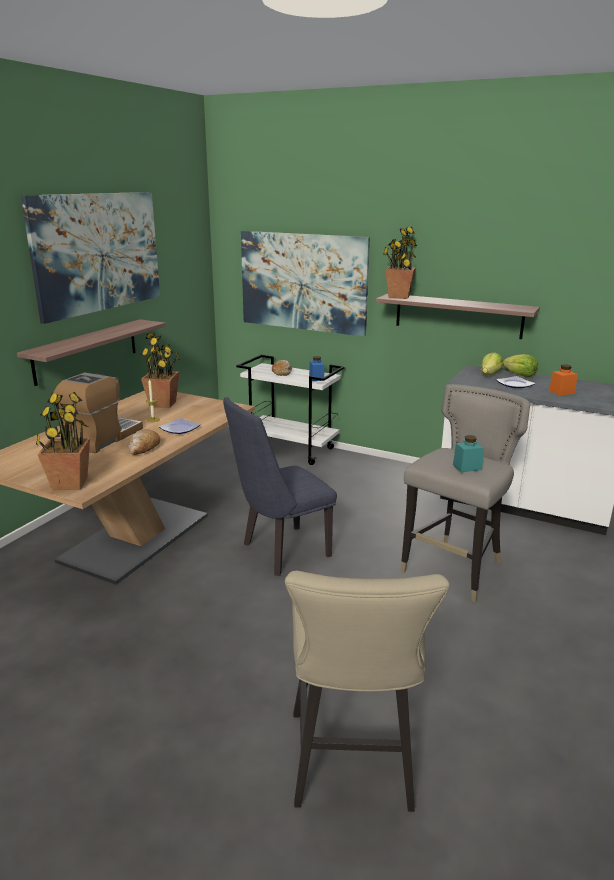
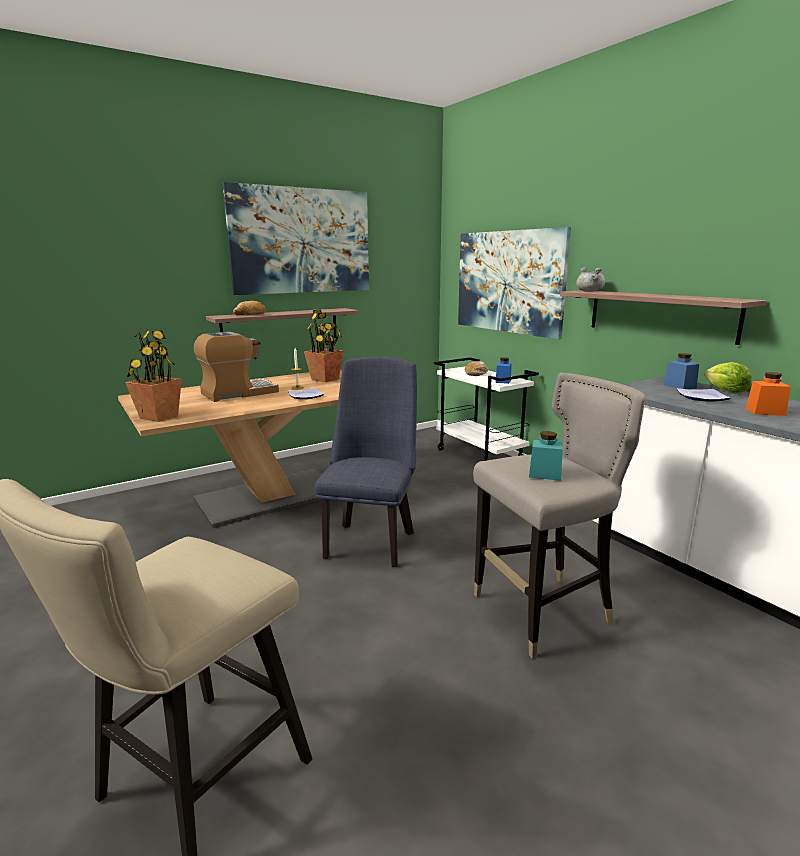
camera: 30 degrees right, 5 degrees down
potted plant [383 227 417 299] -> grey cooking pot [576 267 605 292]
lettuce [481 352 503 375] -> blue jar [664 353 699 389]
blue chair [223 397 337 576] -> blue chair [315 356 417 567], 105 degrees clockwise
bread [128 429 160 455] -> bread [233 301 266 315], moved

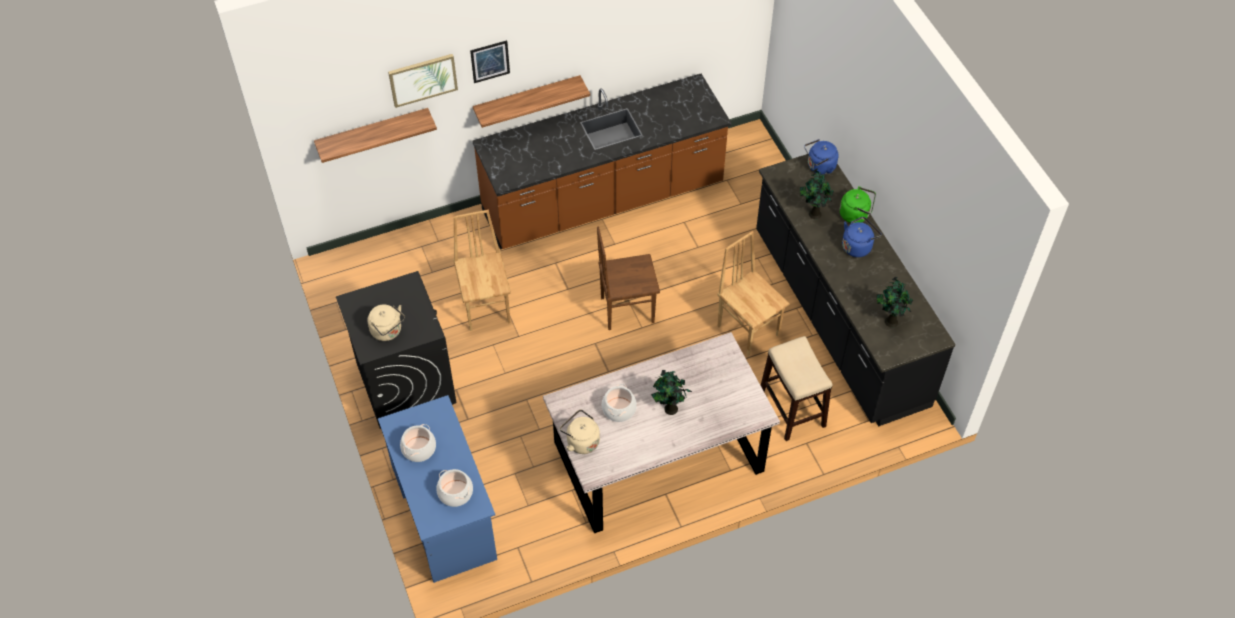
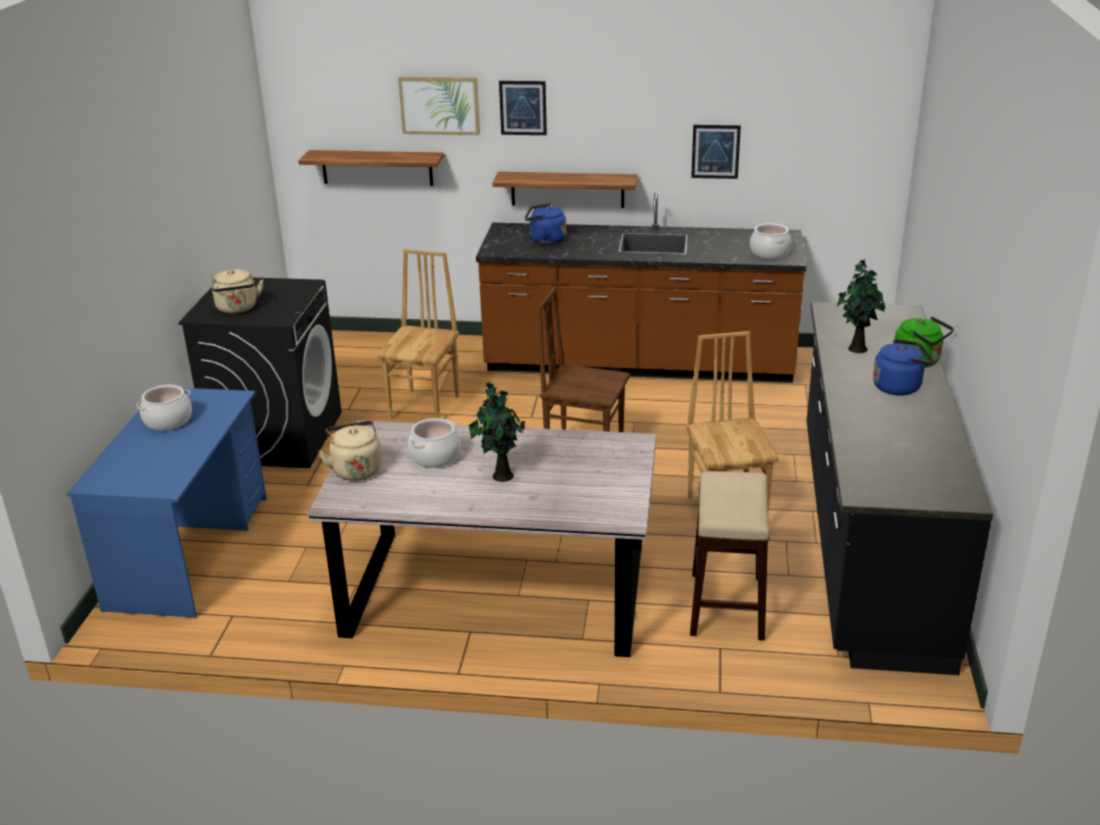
camera: 30 degrees right, 25 degrees down
blue kettle [804 139 838 175] -> blue kettle [525 203 566 245], moved
potted plant [877 276 913 328] -> none
cooking pot [437 469 473 507] -> cooking pot [750 223 791 259], moved
none -> picture [691 125 741 179]

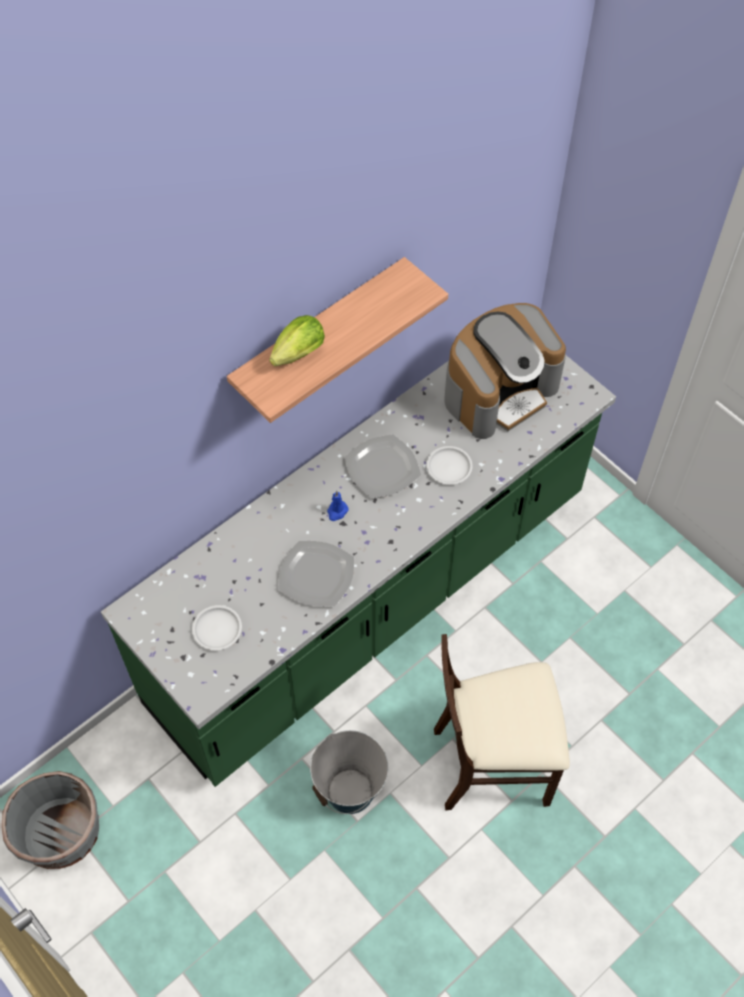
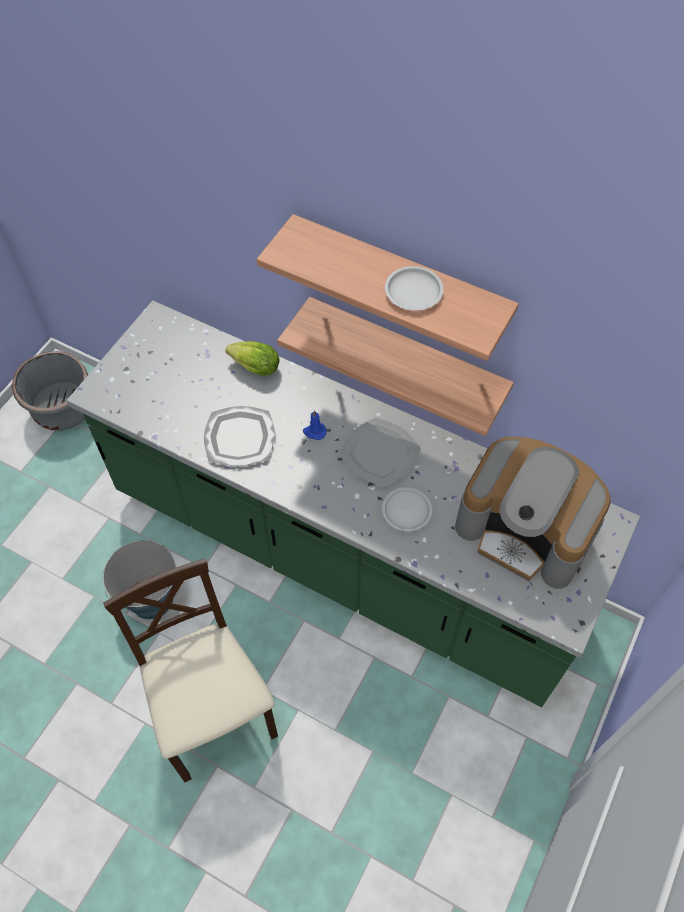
camera: 70 degrees right, 0 degrees up
lettuce [269 315 325 366] -> lettuce [225 341 280 376], moved
white plate [192 605 242 650] -> white plate [385 266 444 310], moved
none -> shelf [277 297 514 436]

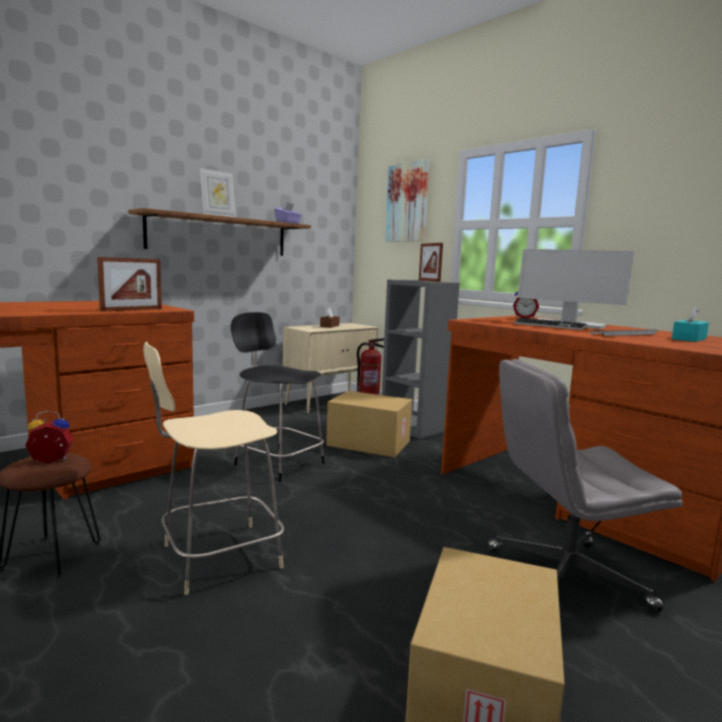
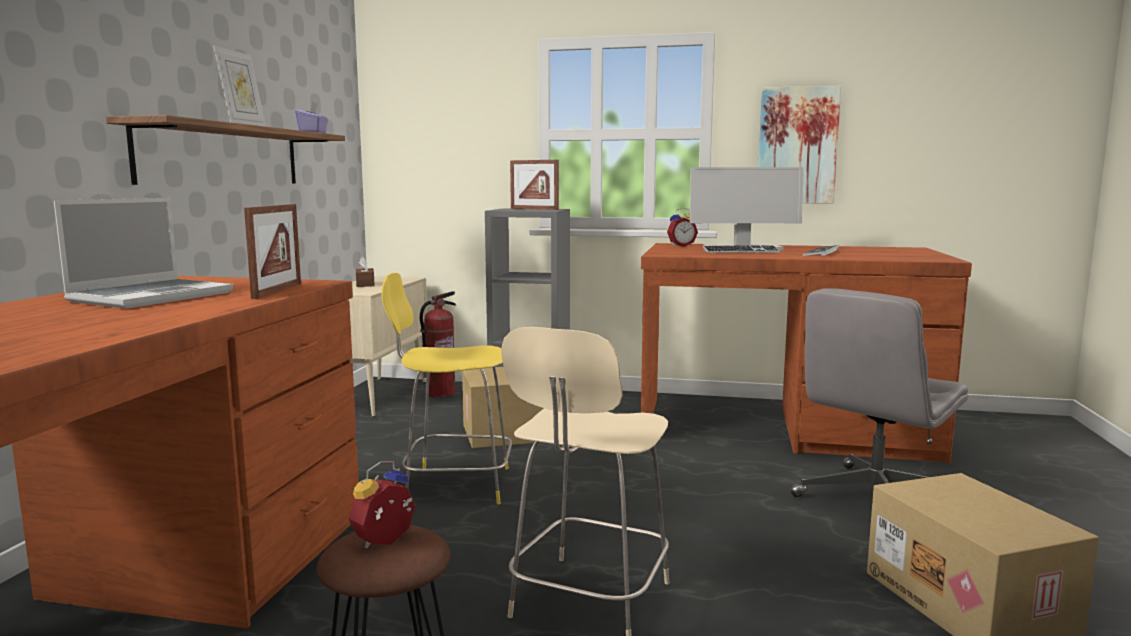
camera: 35 degrees left, 0 degrees up
picture [385 159 430 242] -> picture [758 86 841 203], moved
turquoise tissue box [672 305 709 342] -> none
black chair [231 312 324 482] -> yellow chair [381 273 512 504]
none -> laptop [54 198 233 309]

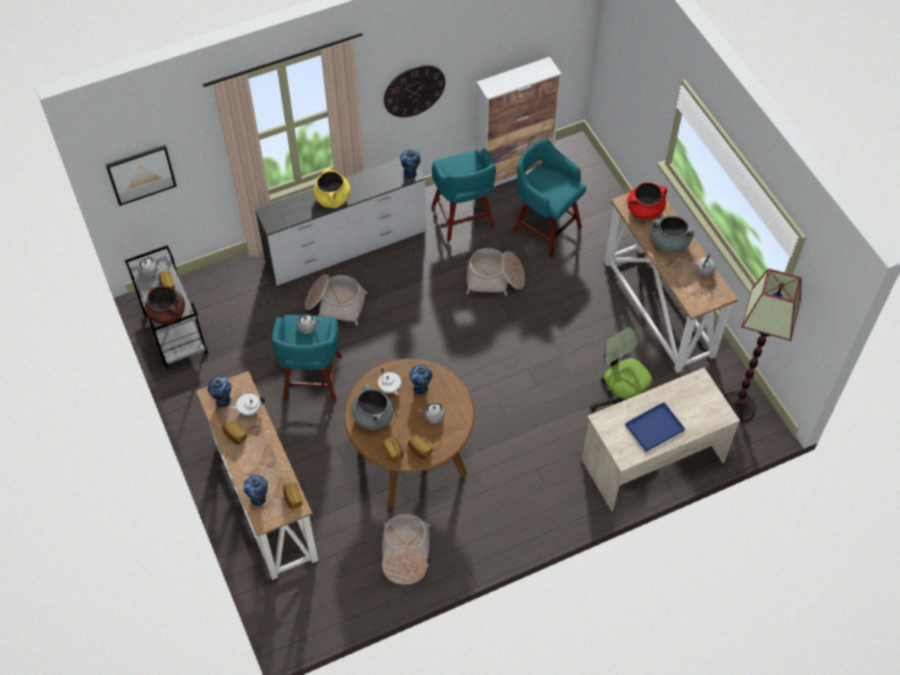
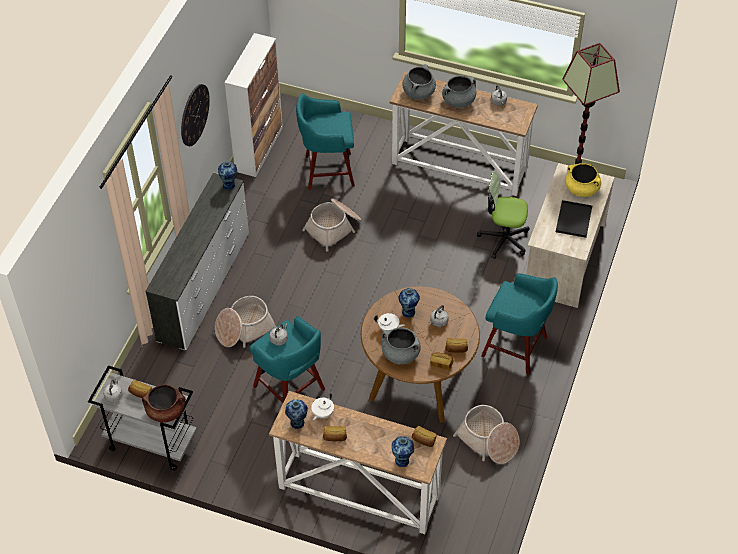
camera: 45 degrees left, 5 degrees down
picture [106 145 177 206] -> none
turquoise stool [432 148 496 241] -> turquoise stool [482 273 558 374], moved
yellow cooking pot [313 168 351 208] -> yellow cooking pot [565 163 601 197], moved
red cooking pot [627 182 667 220] -> grey cooking pot [402 64 436 100]
blue tray [625 402 685 452] -> black tray [556 200 593 238]

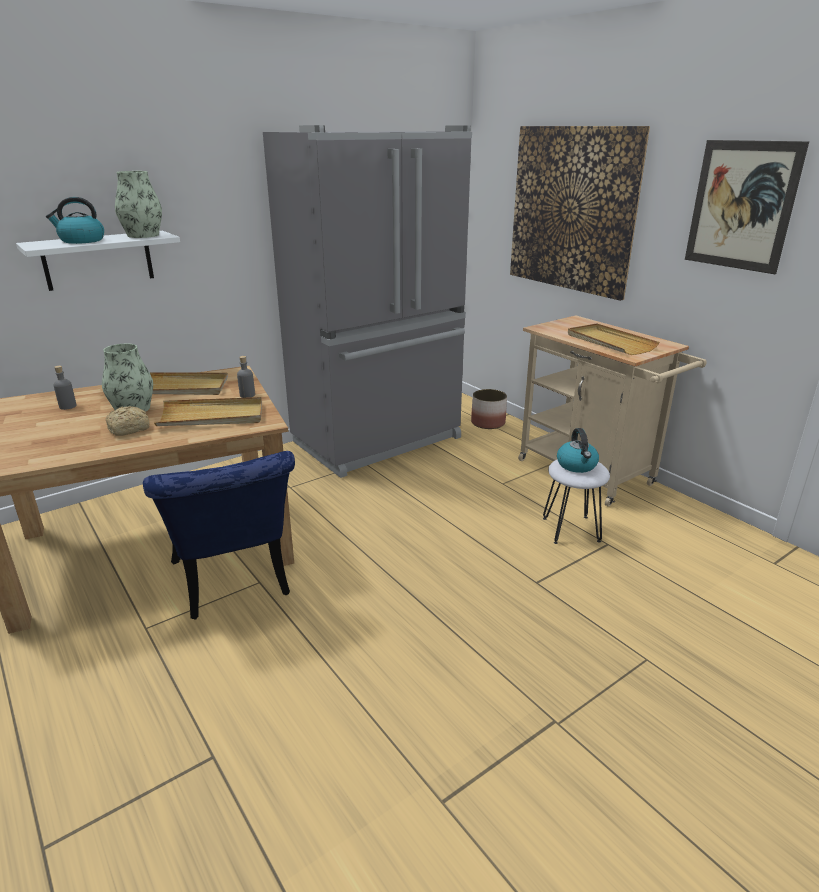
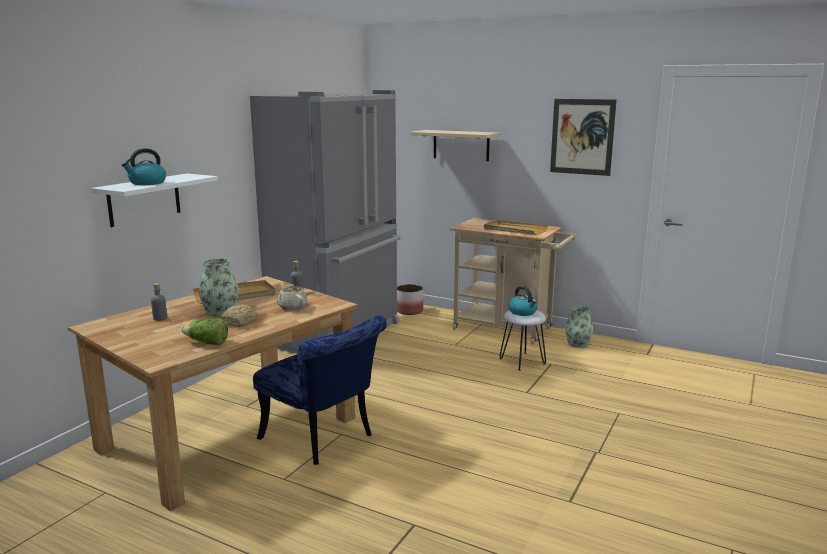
camera: 25 degrees left, 10 degrees down
picture [510 126 650 301] -> beige shelf [410 130 500 161]
vase [115 171 162 238] -> vase [565 306 593 348], moved
beige tray [154 397 262 426] -> beige teapot [277 284 308 310]
none -> lettuce [182 318 228 345]

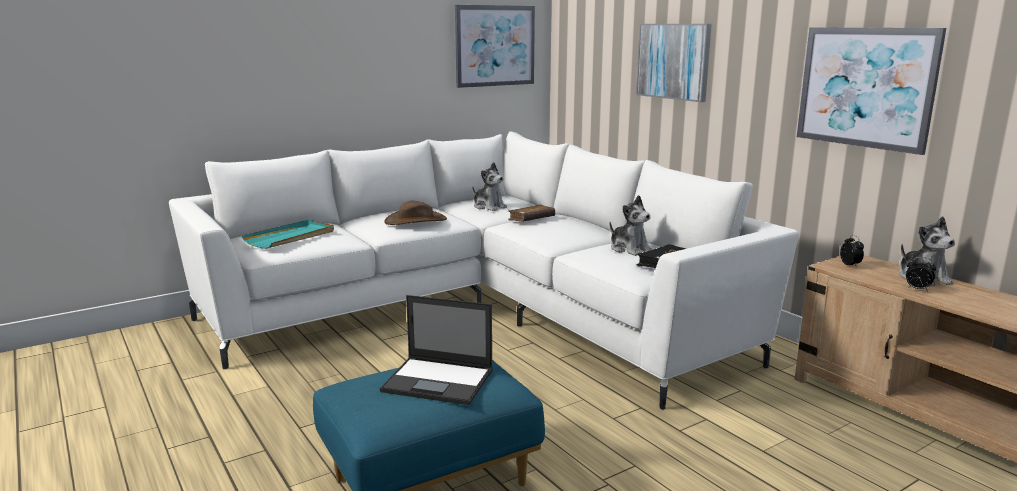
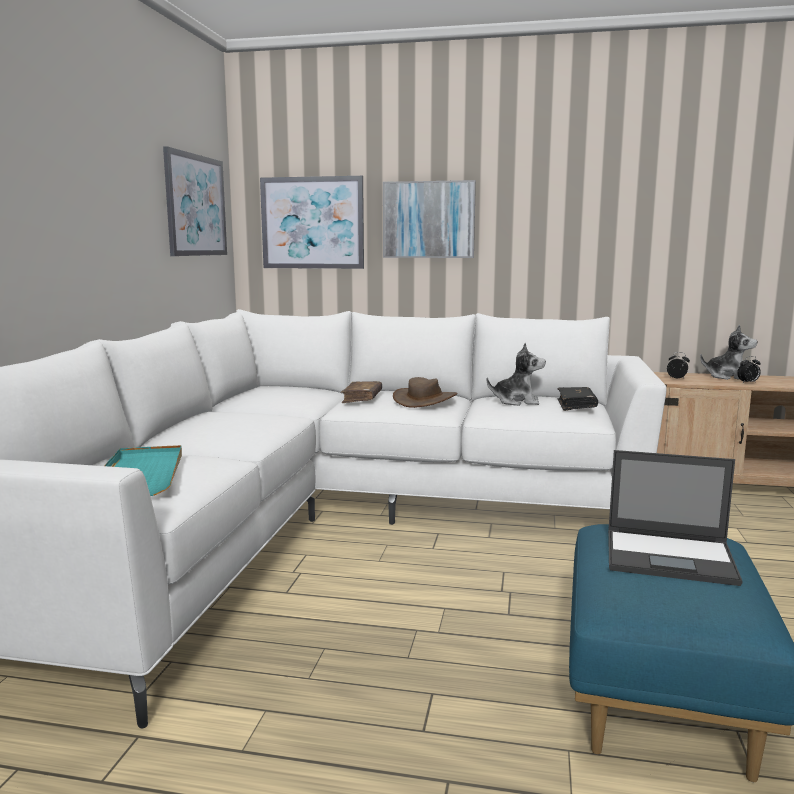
camera: 45 degrees left, 5 degrees down
picture [797 27 946 155] -> picture [260 176 364 269], moved
plush toy [472 162 507 211] -> none
brown hat [384 201 447 225] -> brown hat [393 377 457 408], moved
laptop [380 295 493 405] -> laptop [608 450 743 586], 45 degrees clockwise

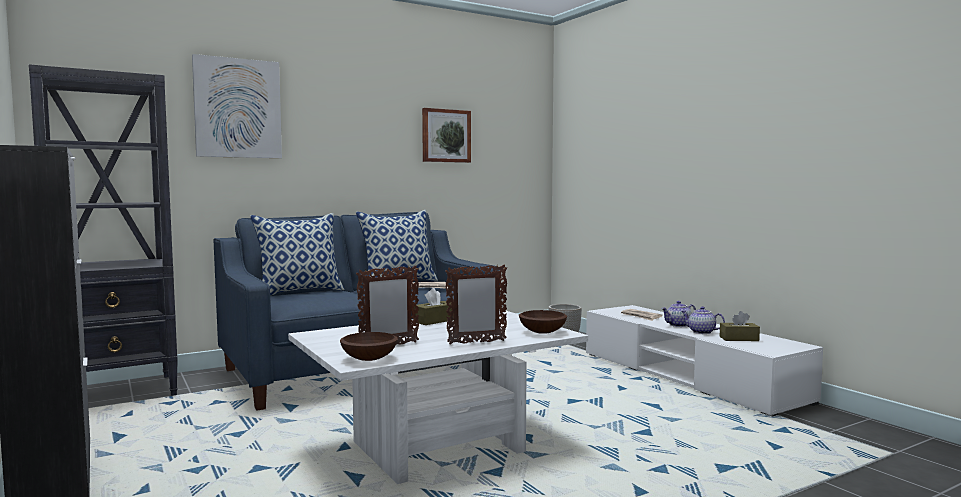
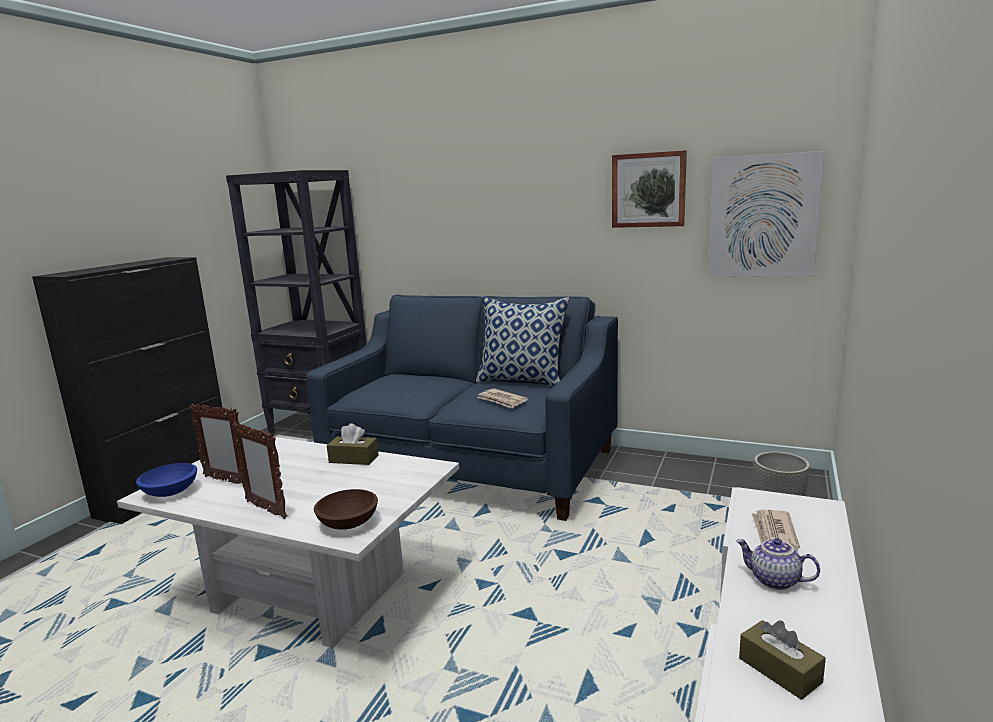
camera: 55 degrees right, 10 degrees up
picture [192 54 282 158] -> picture [708 151 824 277], moved
pillow [250 213 345 296] -> none
teapot [681 306 725 334] -> none
brown bowl [340 332 398 361] -> blue bowl [136 463 197 497]

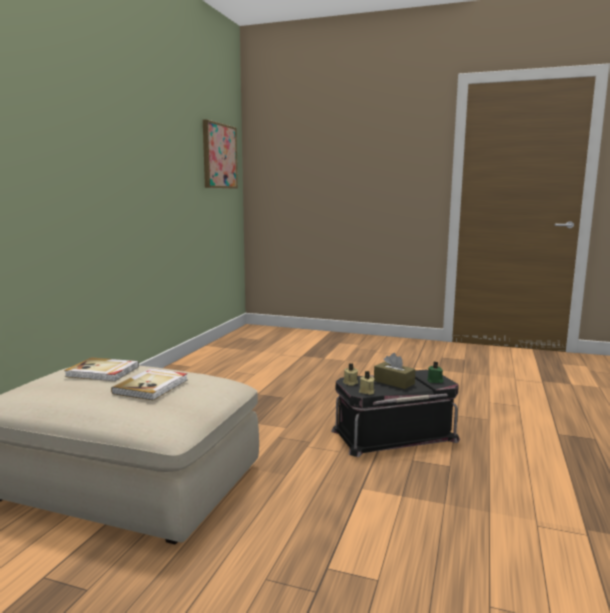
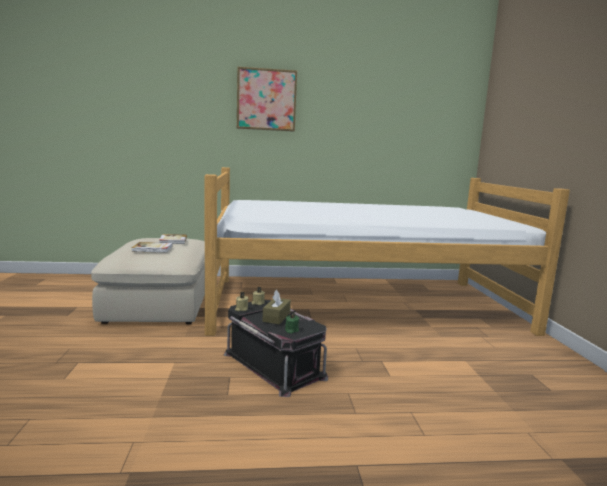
camera: 65 degrees right, 0 degrees up
picture [203 119 238 189] -> picture [237 66 297 132], moved
none -> bed [205 167 570 336]

